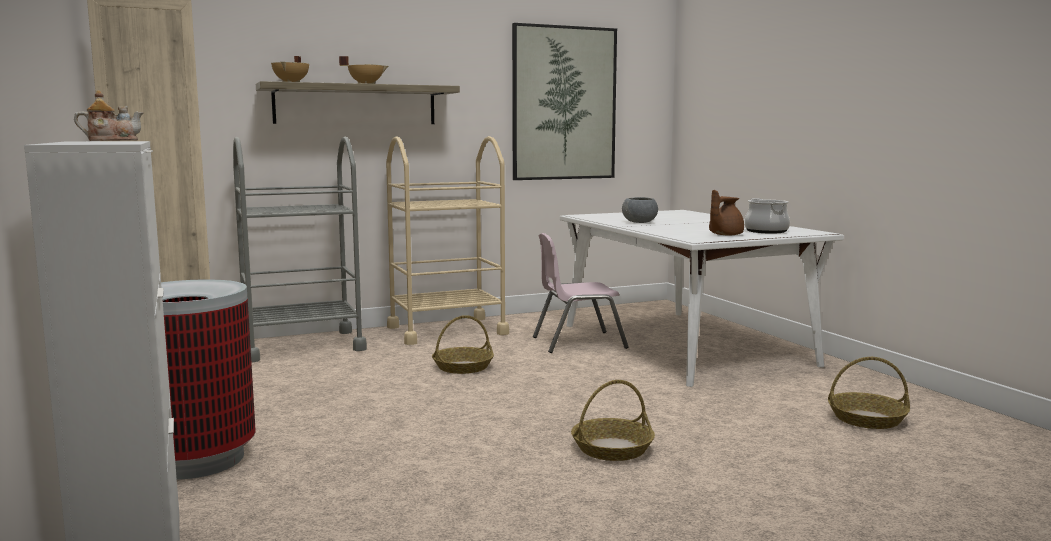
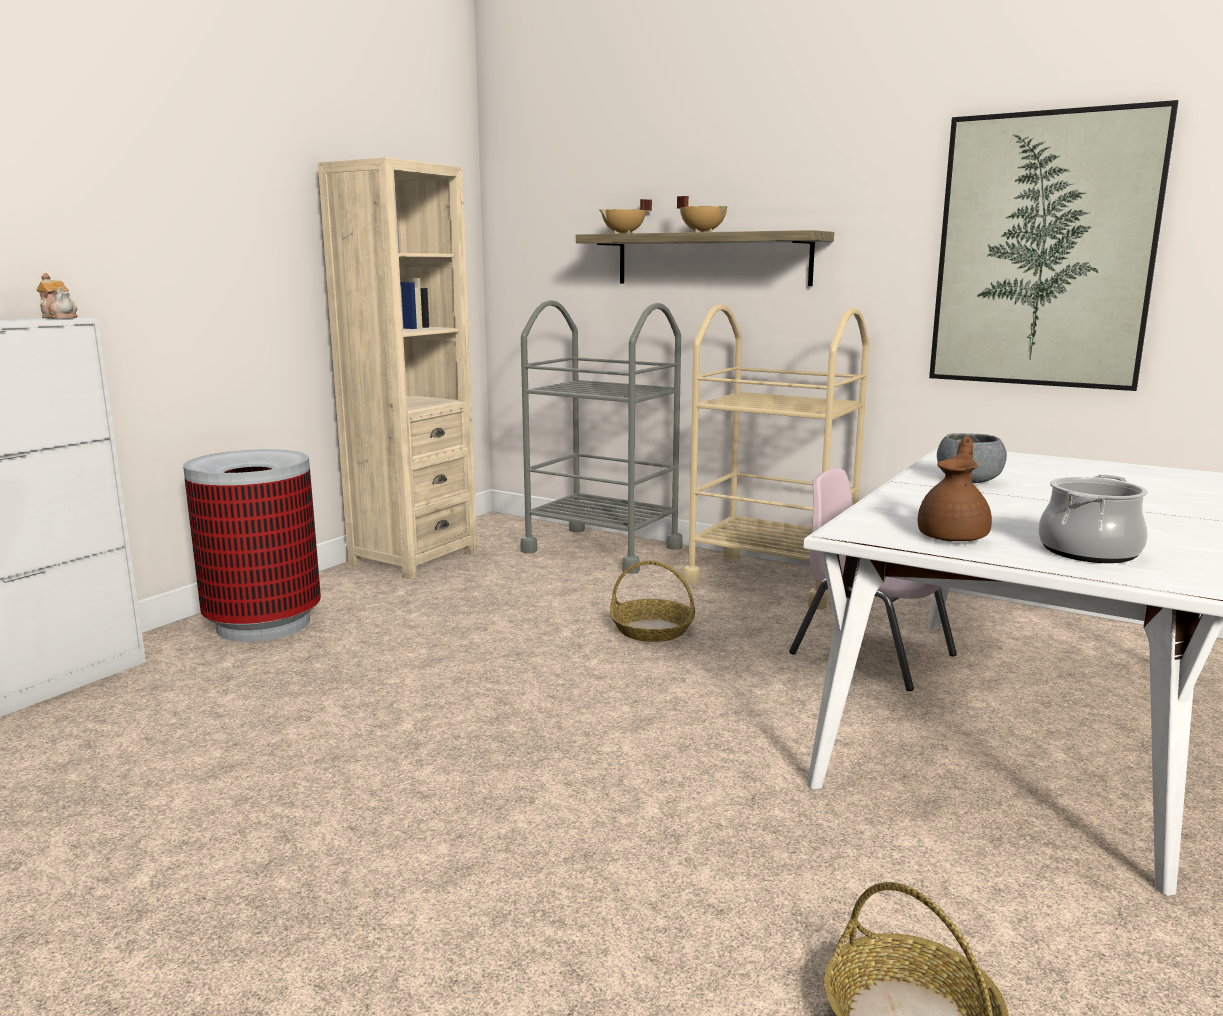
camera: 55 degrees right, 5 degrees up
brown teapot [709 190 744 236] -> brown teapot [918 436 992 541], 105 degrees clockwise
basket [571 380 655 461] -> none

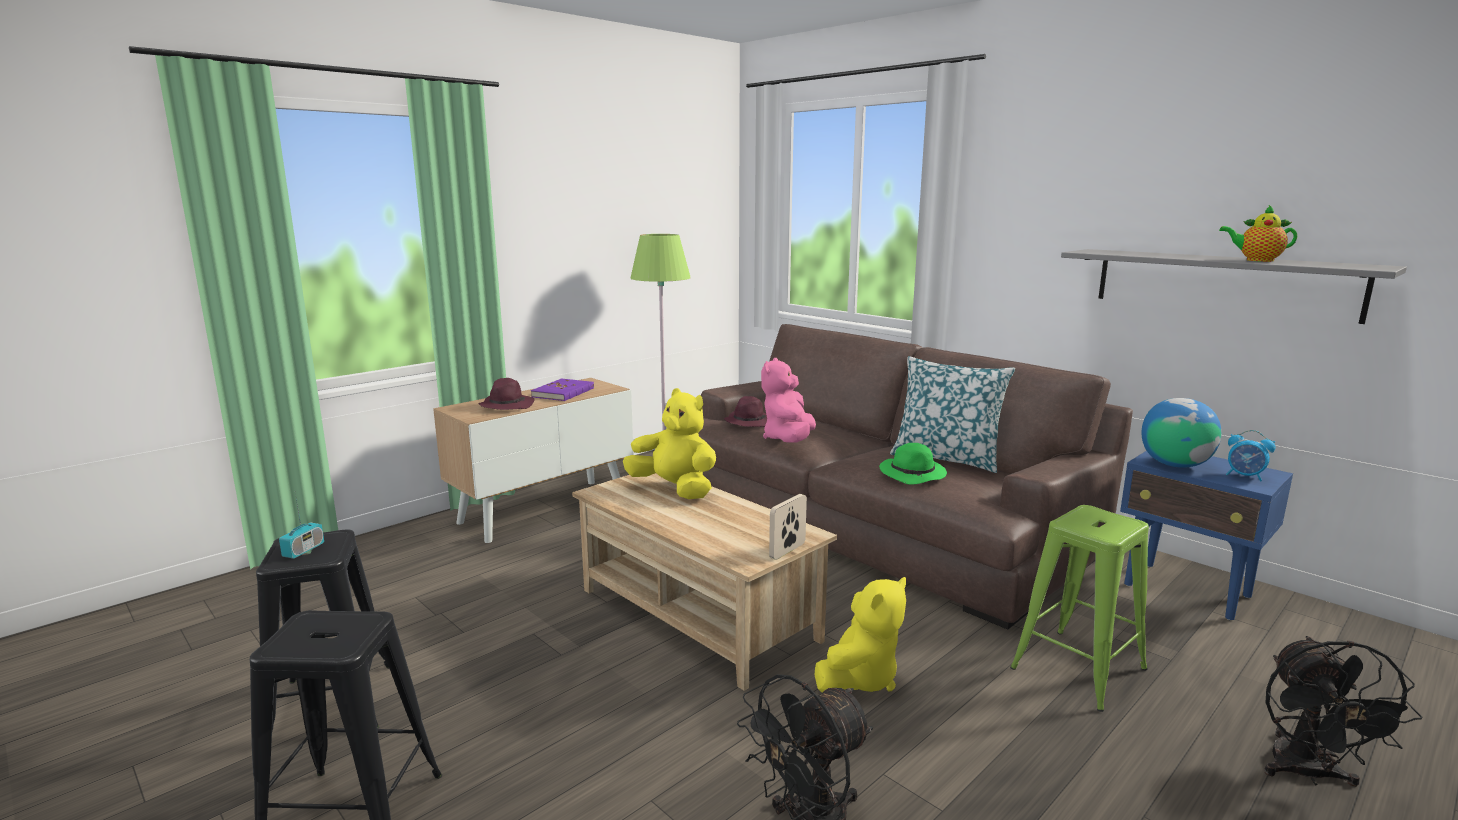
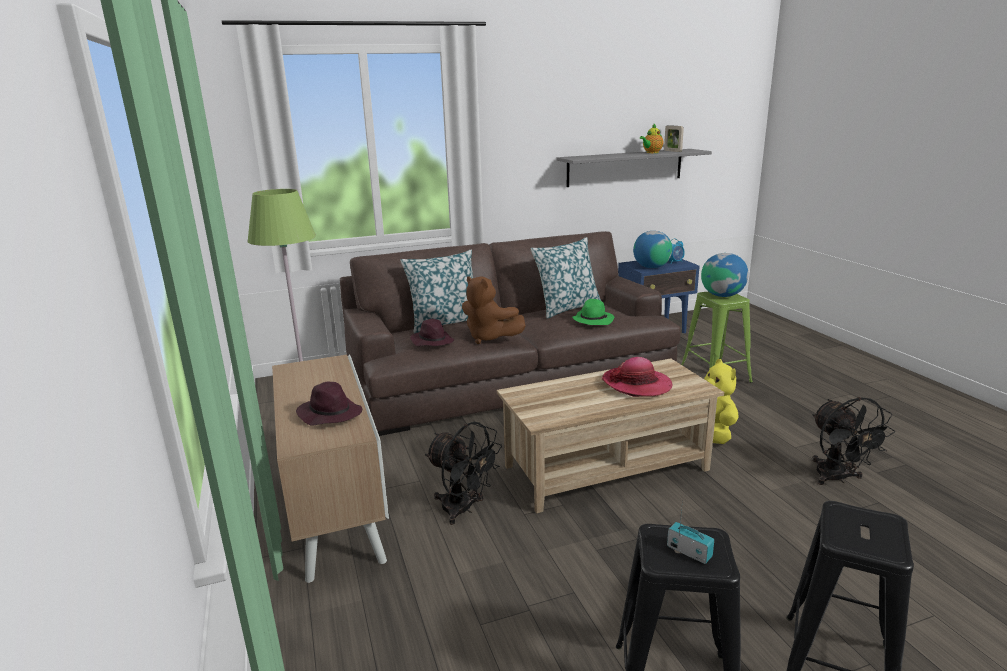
camera: 65 degrees left, 5 degrees up
pink plush toy [761 358 816 443] -> brown plush toy [462 276 525 344]
purple book [531 378 594 401] -> none
yellow plush toy [623 388 716 499] -> none
picture frame [769 494 807 560] -> picture frame [664 125 684 152], moved
black fan [1264 636 1423 787] -> black fan [425 422 502 525], moved
none -> pillow [400 250 473 333]
none -> globe [701 253 749 297]
none -> hat [602 357 672 397]

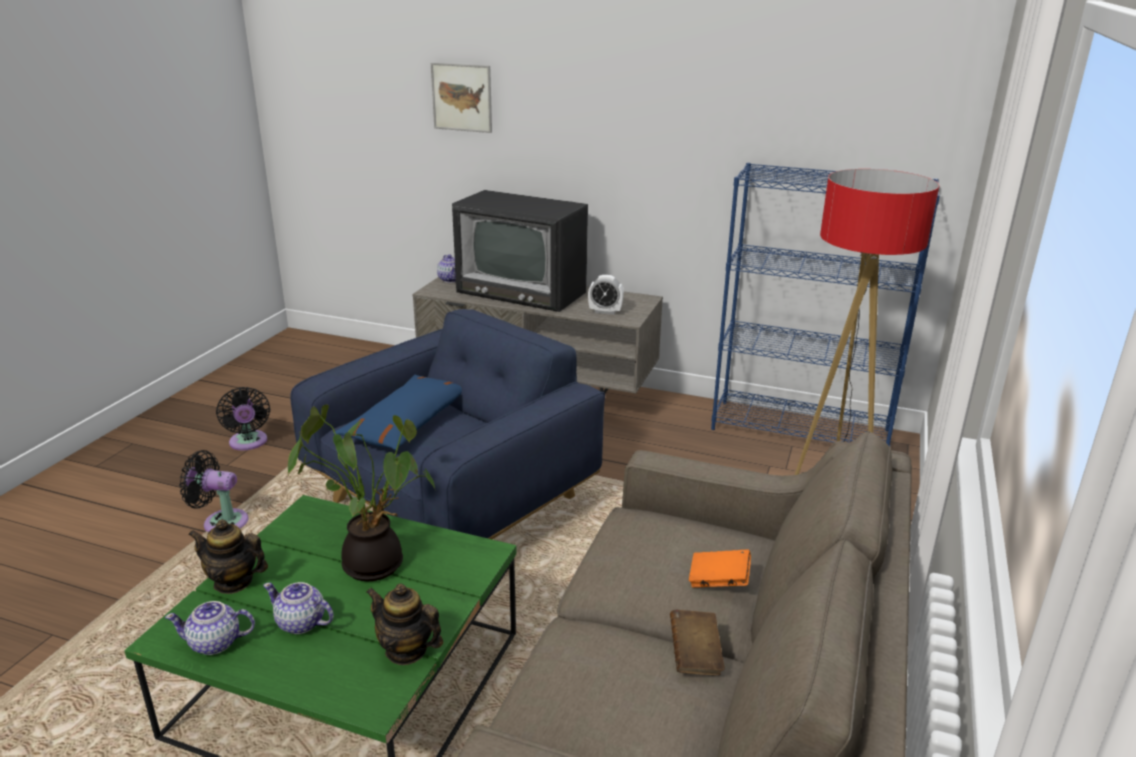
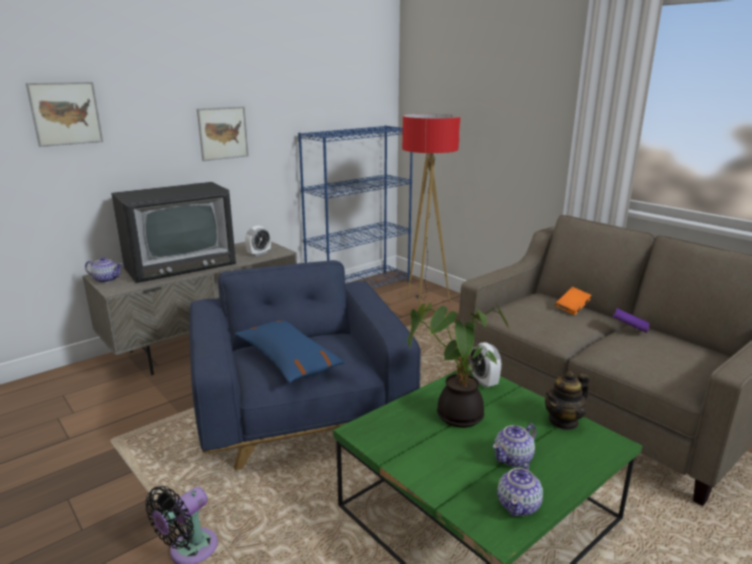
camera: 60 degrees left, 5 degrees down
black fan [216 387 270 451] -> none
teapot [188 519 268 594] -> none
brown book [670 610 725 675] -> purple book [613 308 649 333]
none -> picture [197 106 249 161]
none -> alarm clock [470 342 502 388]

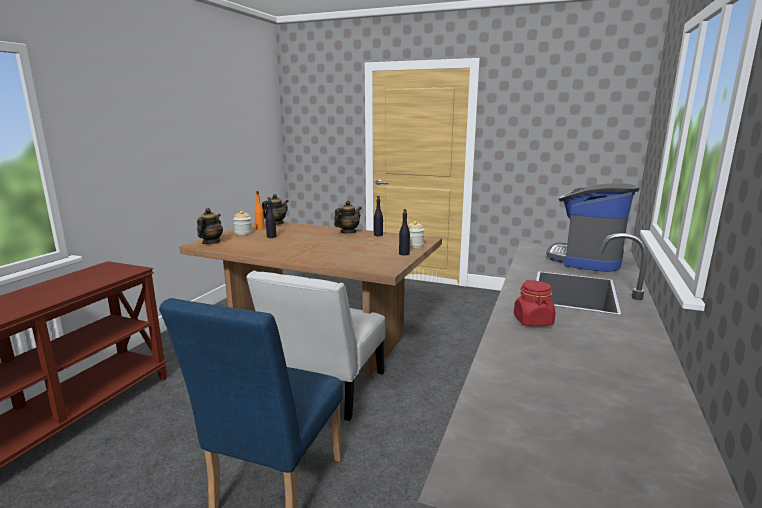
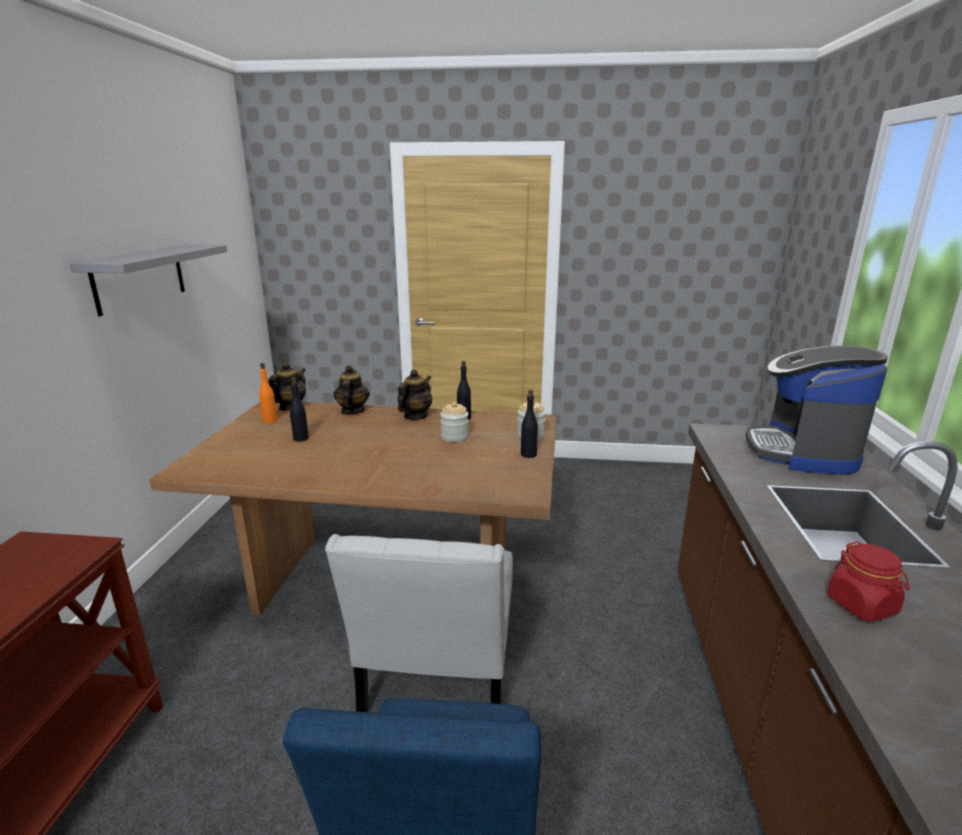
camera: 15 degrees left, 5 degrees up
teapot [197 208 223 244] -> teapot [333 365 370 415], moved
jar [233 211 252 235] -> jar [440 402 469 442], moved
none -> grey shelf [69 244 227 316]

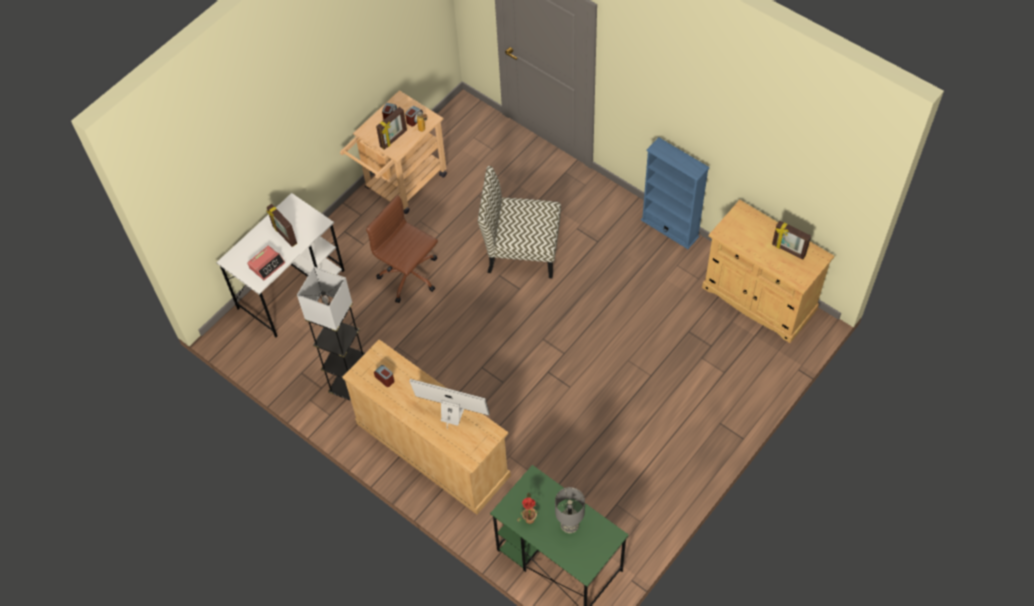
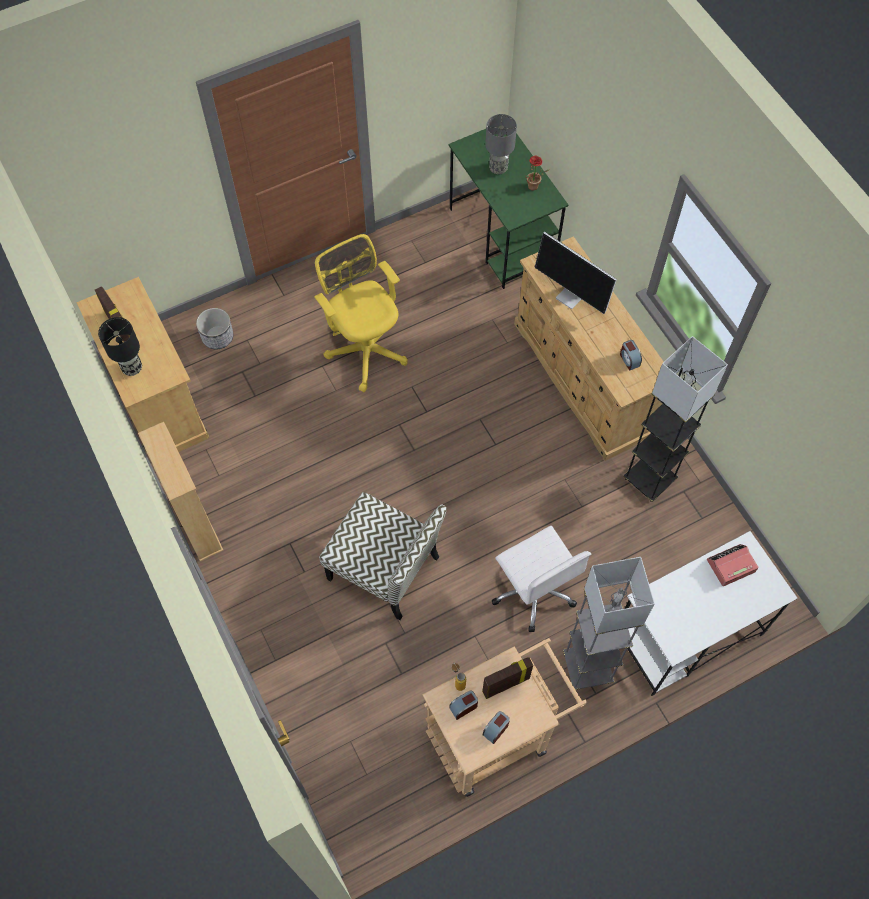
camera: 160 degrees left, 5 degrees up
blue bookcase [641 137 710 249] -> beige bookcase [138 422 224 562]
brown office chair [366 195 438 303] -> white office chair [492 526 592 632]
picture frame [266 204 297 247] -> none
none -> yellow office chair [314 234 408 392]
none -> planter [196 308 233 349]
none -> black table lamp [98 317 142 376]
none -> grey floor lamp [563 557 655 690]

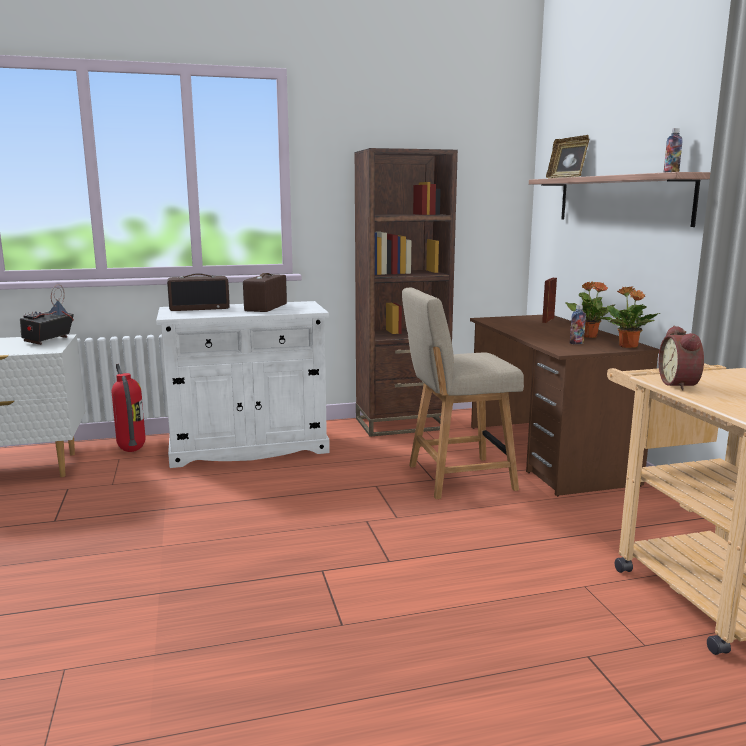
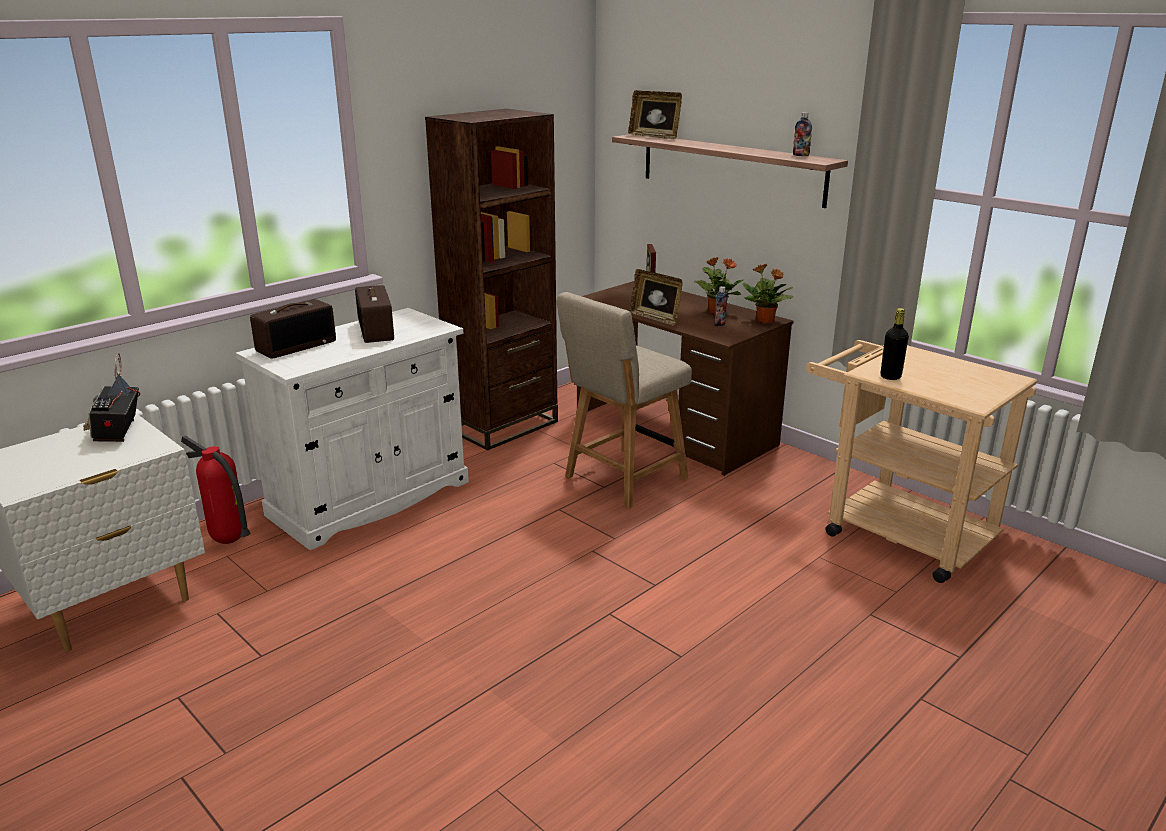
camera: 30 degrees left, 10 degrees up
alarm clock [658 326 704 391] -> black bottle [881 308 909 380]
none -> picture frame [629 269 682 325]

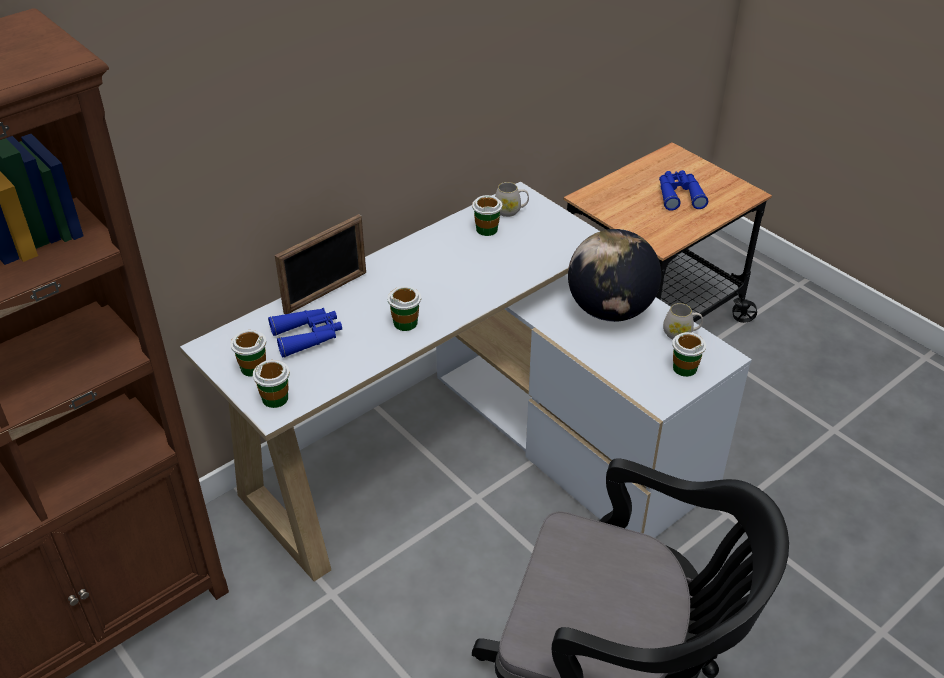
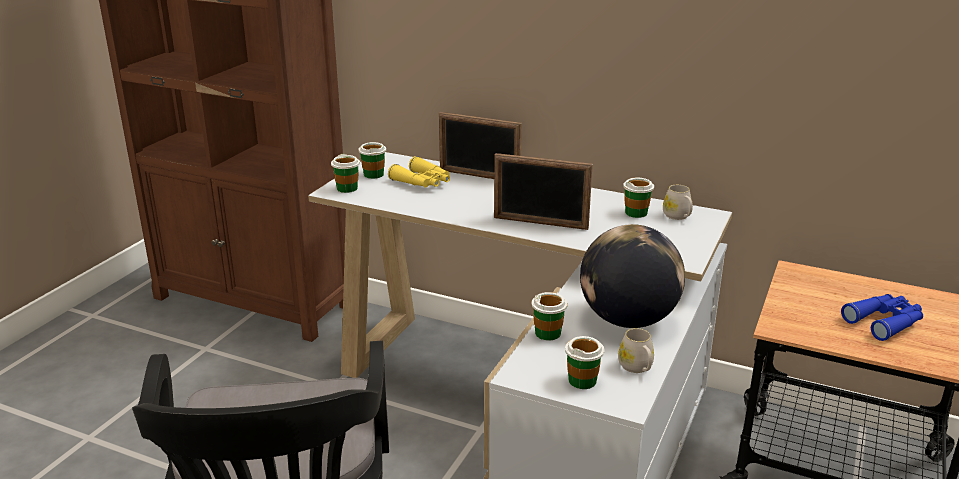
camera: 65 degrees right, 15 degrees down
cup [388 286 421 331] -> cup [531 292 568 340], moved
blue binoculars [268 308 342 358] -> yellow binoculars [388 156 450 188]
none -> picture frame [494 153 593 230]

